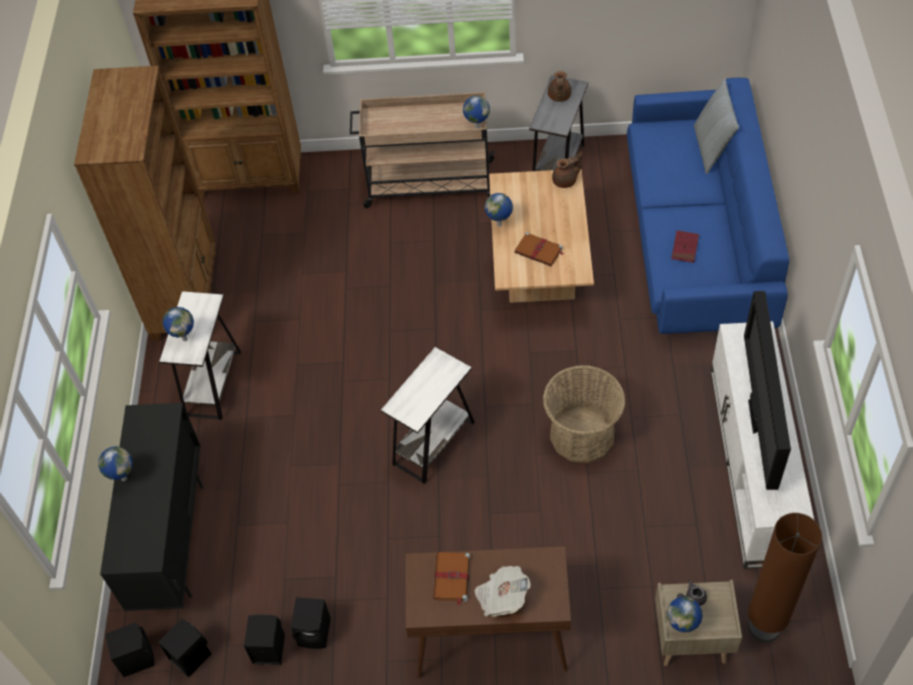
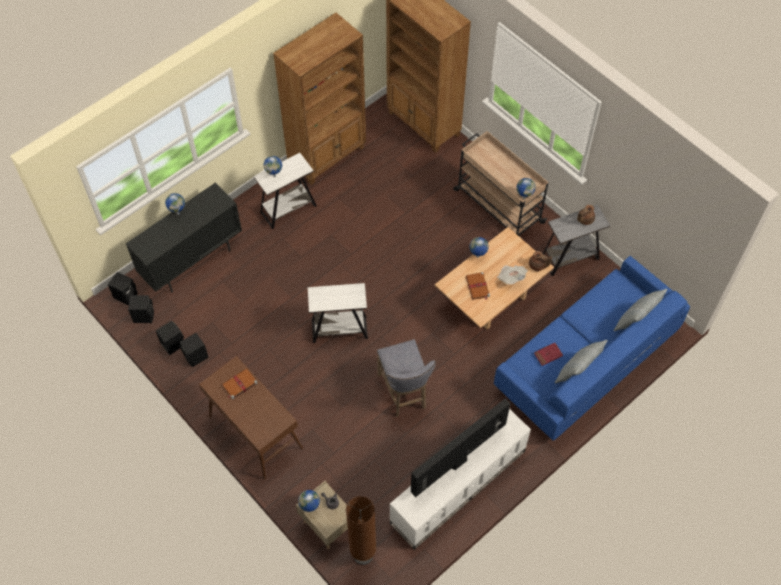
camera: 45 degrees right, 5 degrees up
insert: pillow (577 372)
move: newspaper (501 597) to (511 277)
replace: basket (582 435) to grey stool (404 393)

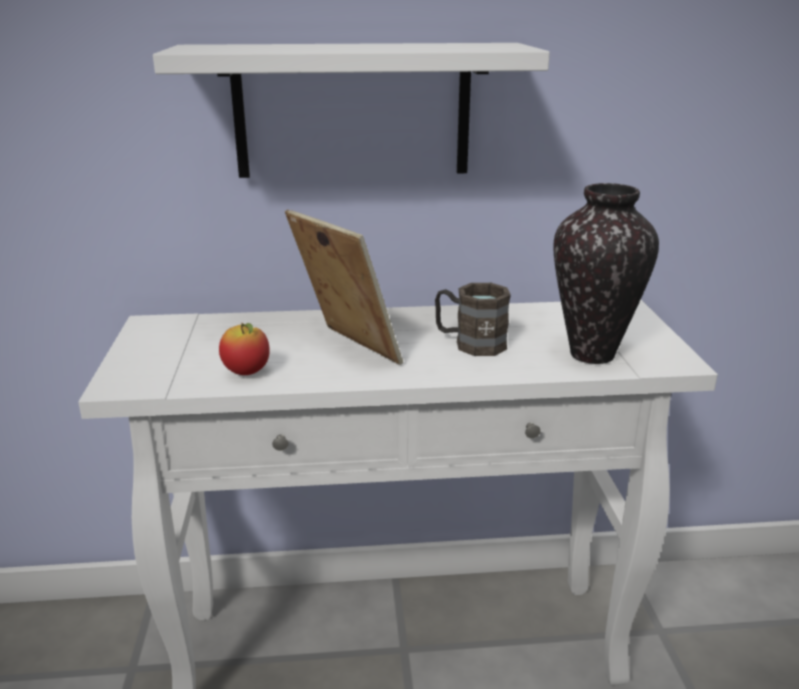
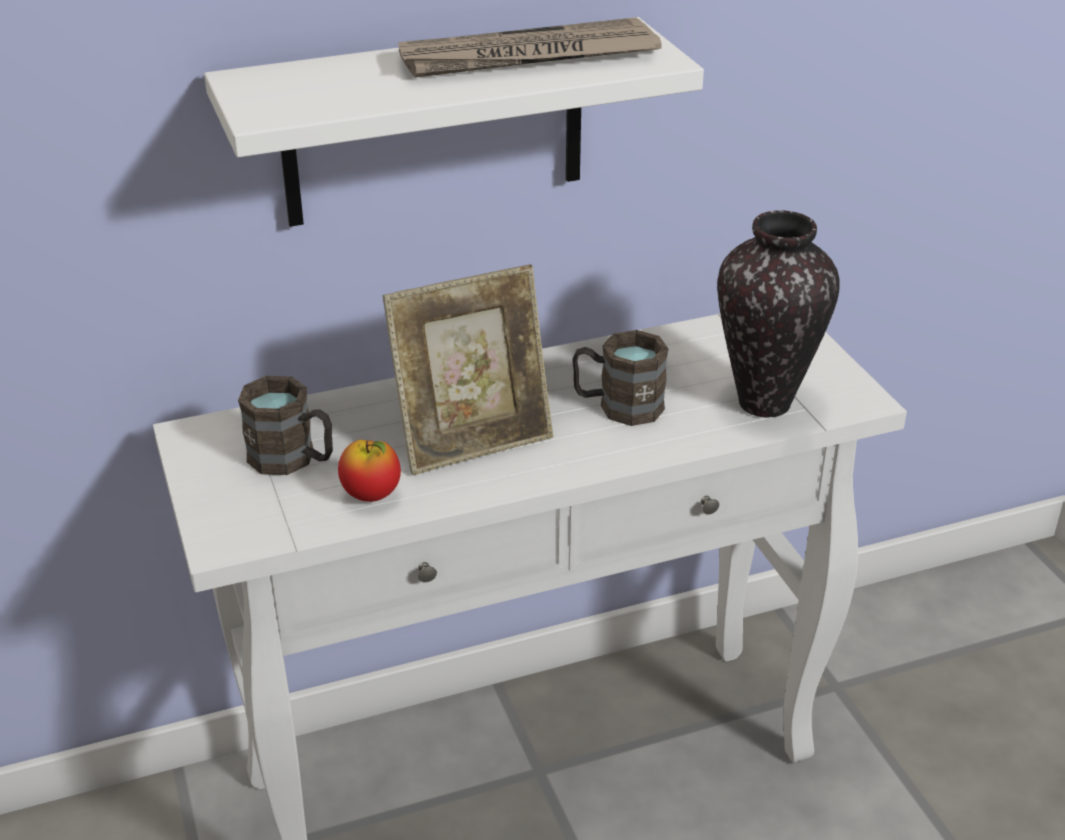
camera: 15 degrees left, 10 degrees up
insert: brown mug (293 459); newspaper (527 58)
rotate: picture frame (345 350) = (473 441) 120 degrees clockwise

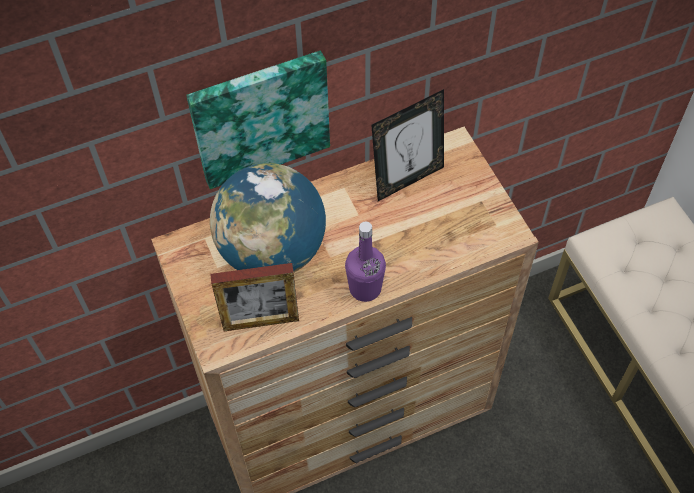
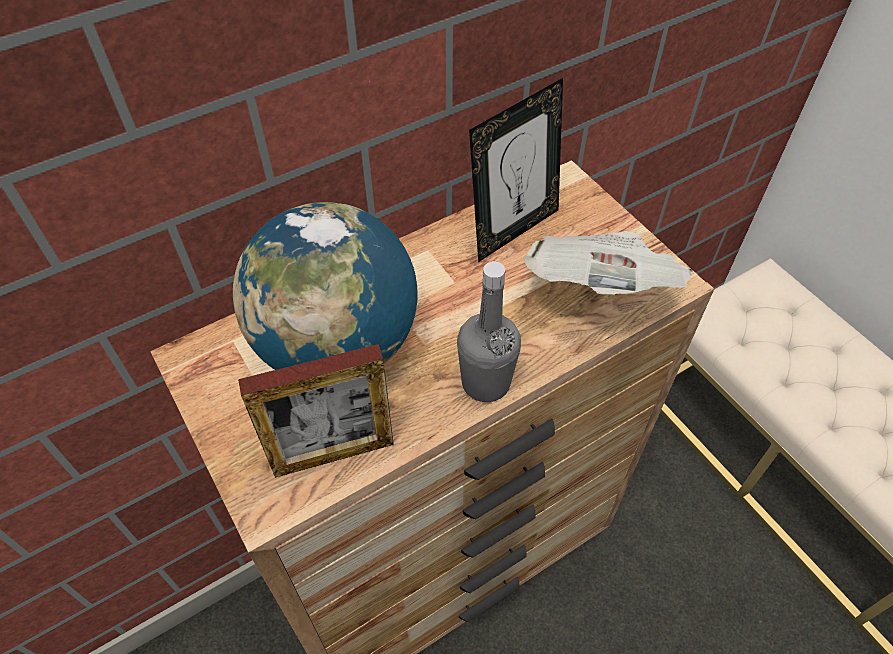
camera: 10 degrees left, 5 degrees down
delete: picture (260 117)
insert: newspaper (600 288)
recolor: purple bottle (365 288) to grey bottle (485 383)

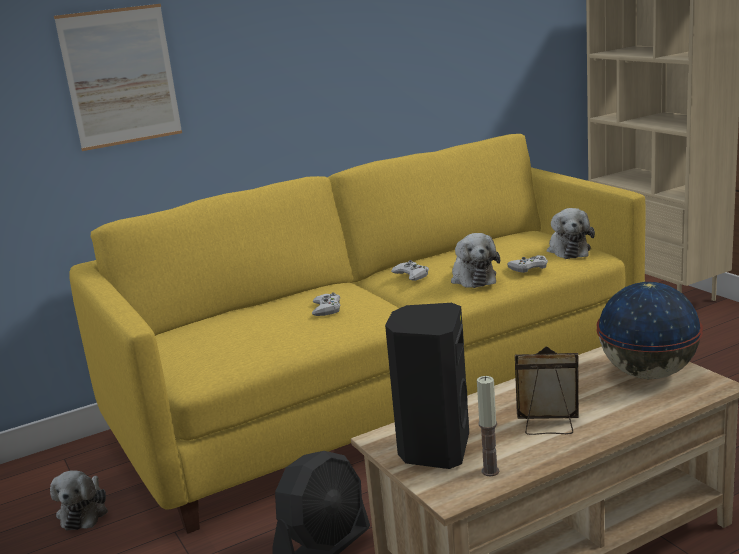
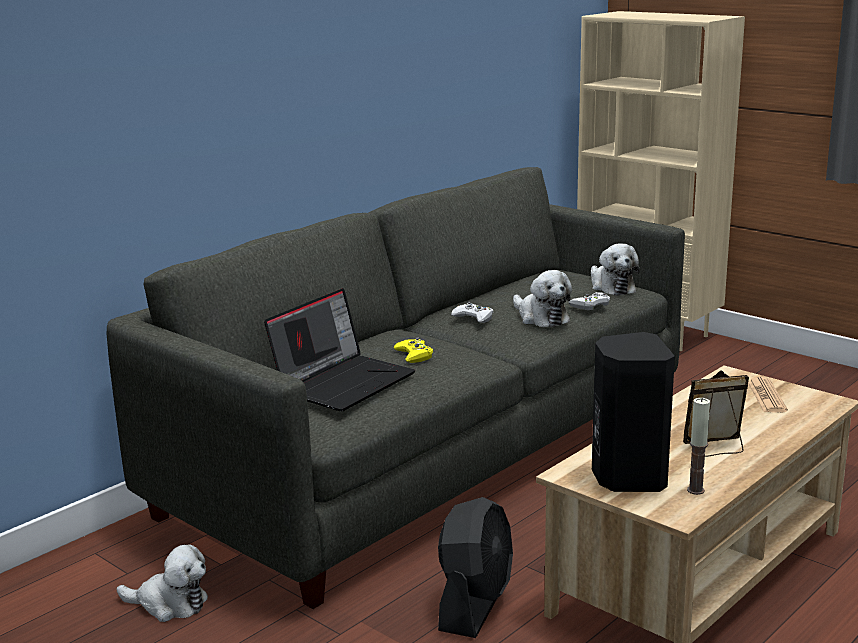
camera: 20 degrees left, 0 degrees up
delete: picture (120 77)
insert: laptop (343 382)
replace: globe (647 374) to newspaper (766 396)
recolor: yellow sofa (382 397) to grey sofa (432 454); white game controller (326 309) to yellow game controller (414 355)
rotate: plush toy (84 512) = (169 604) 60 degrees counterclockwise

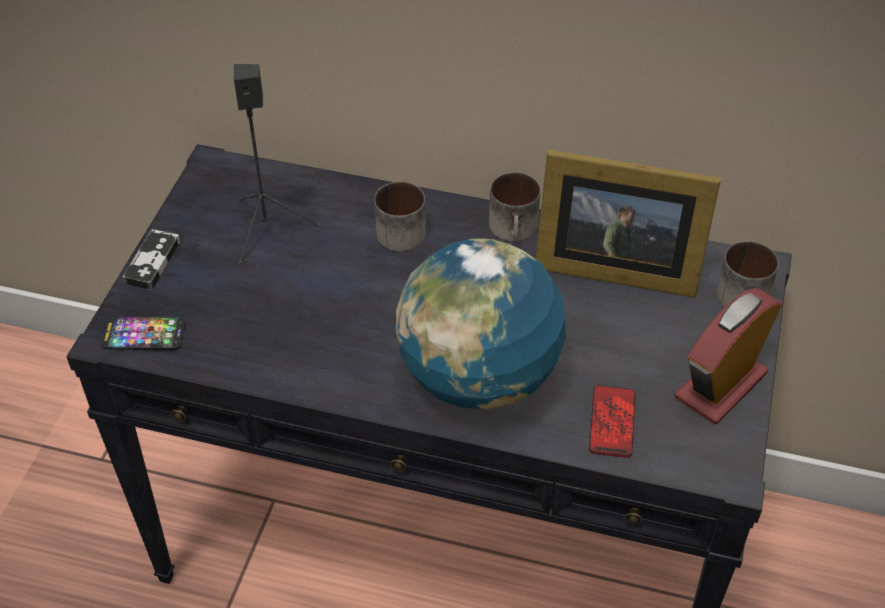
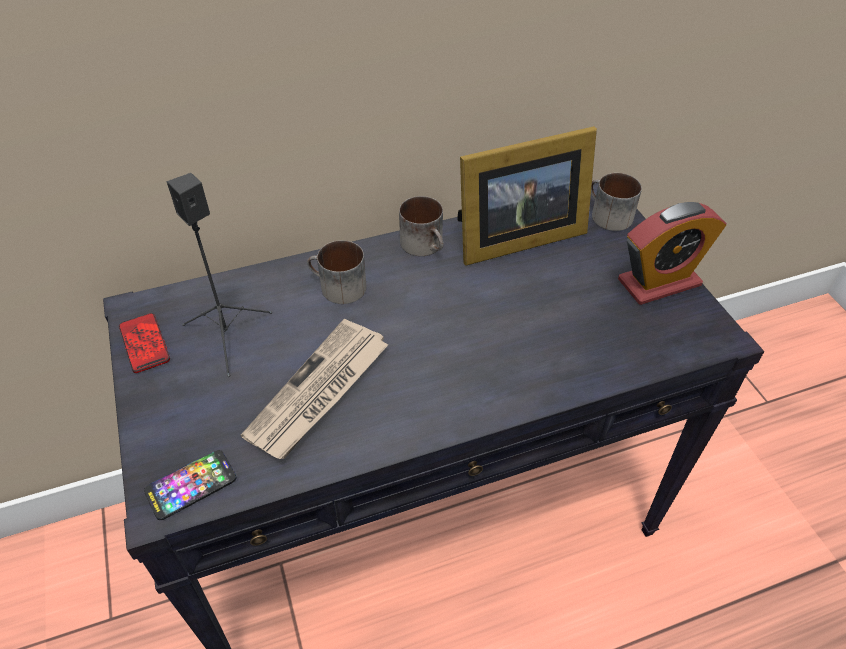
camera: 35 degrees left, 0 degrees up
delete: game controller (152 262); globe (478 378)
insert: newspaper (319 392)
move: phone (612 422) to (144 343)
rotate: alarm clock (720 386) = (659 282) 120 degrees counterclockwise

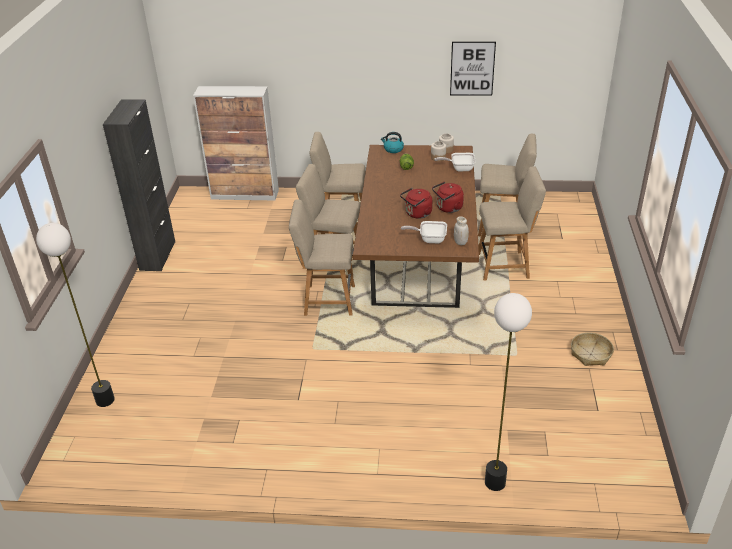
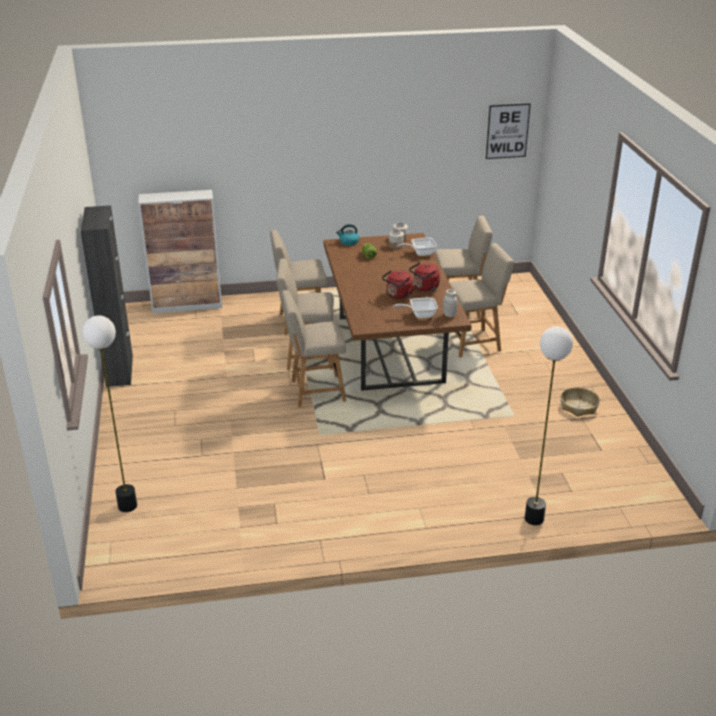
camera: 15 degrees left, 5 degrees down
move: picture (472 68) to (507 131)

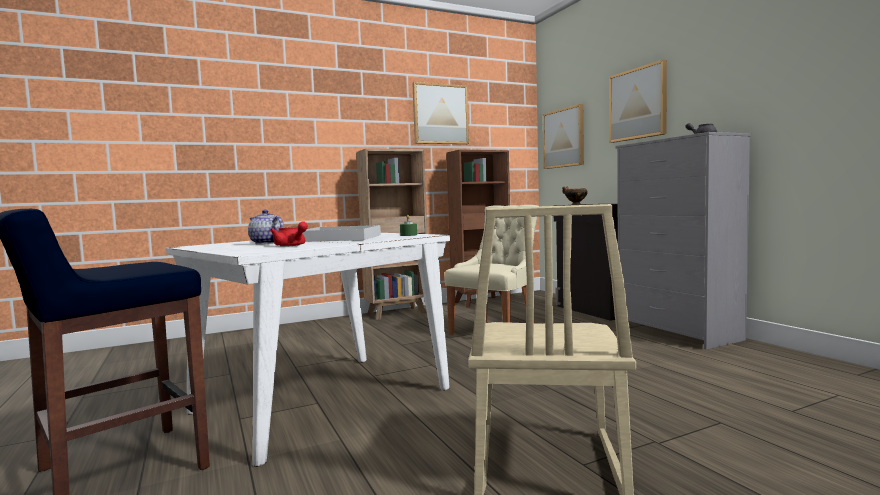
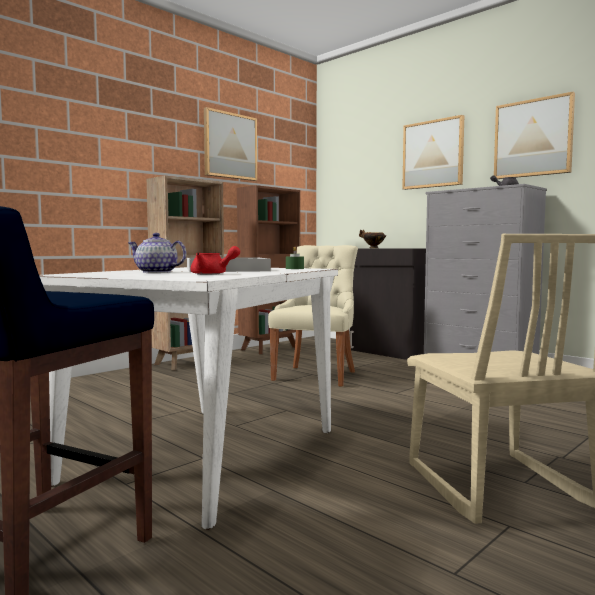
camera: 20 degrees left, 0 degrees up
move: picture (564 138) to (533 138)

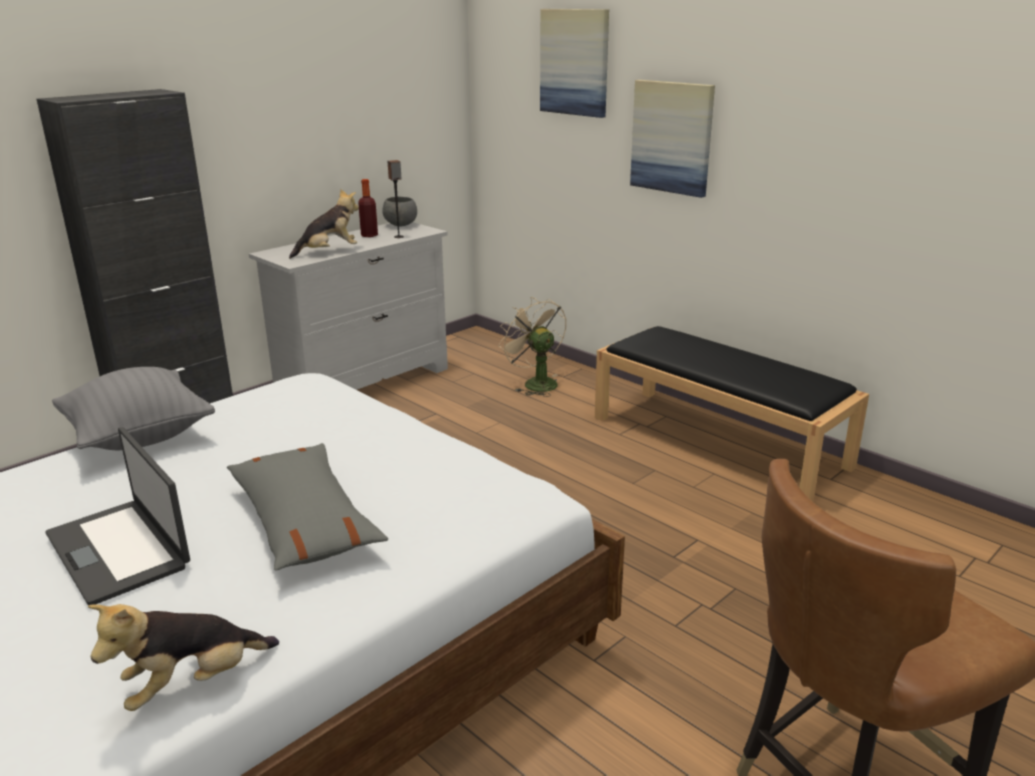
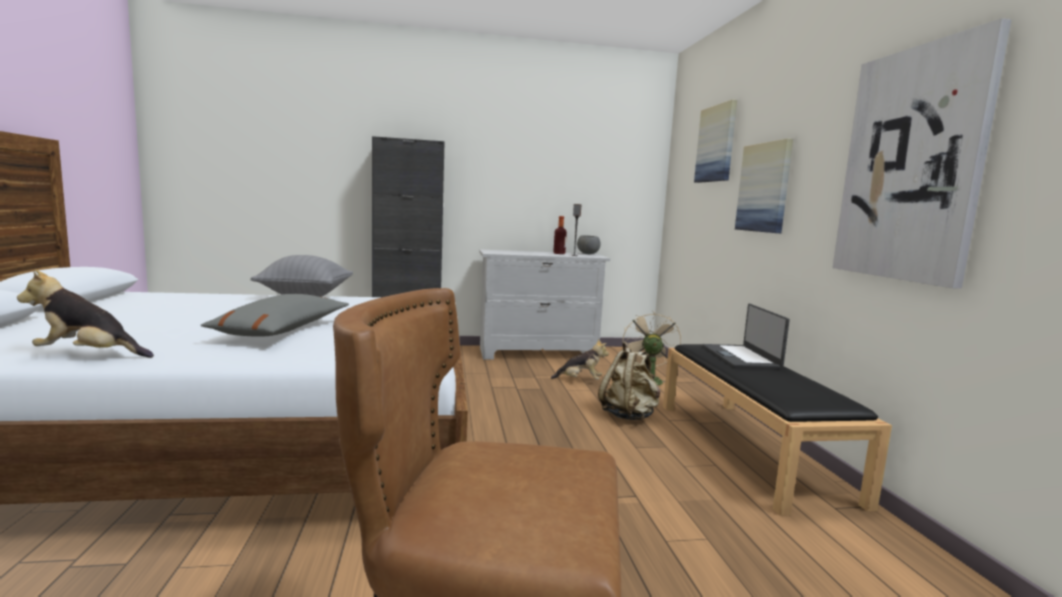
camera: 35 degrees right, 15 degrees down
insert: beige backpack (629 415); picture (911 165)
move: plush toy (329 252) to (580 381); laptop (119 550) to (741 357)

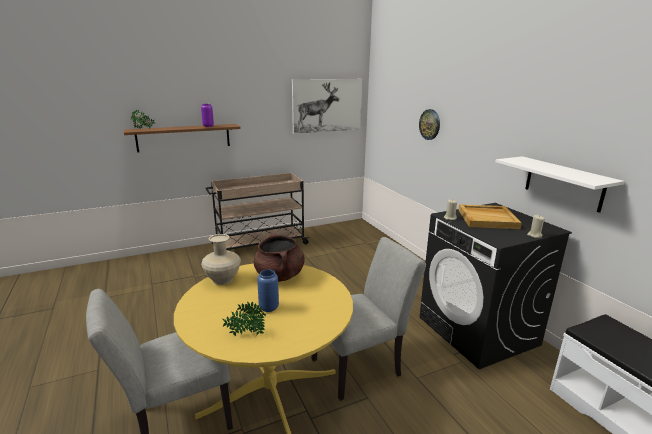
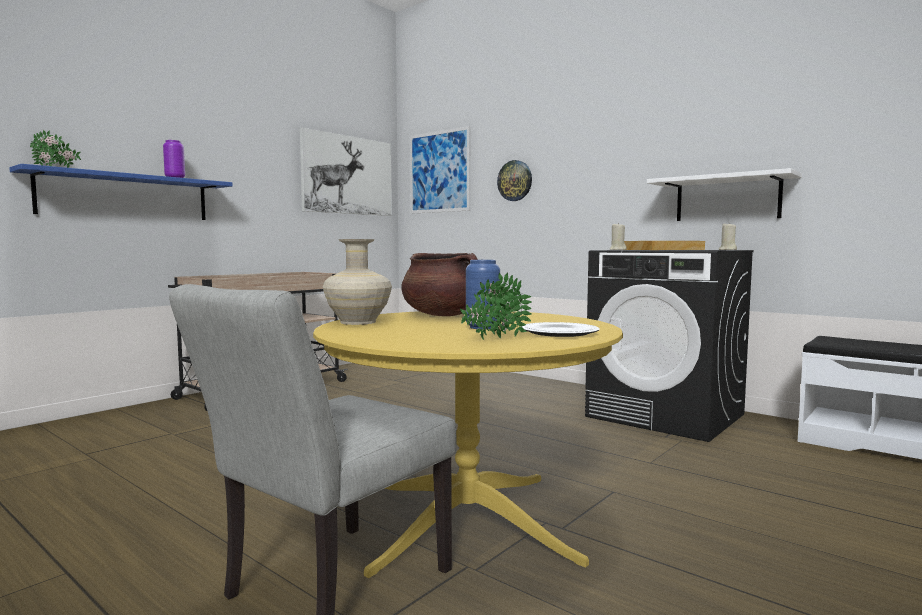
camera: 25 degrees left, 15 degrees down
delete: grey chair (362 365)
insert: picture (439 172); plate (560 332)
recolor: brown shelf (184 137) to blue shelf (126 197)

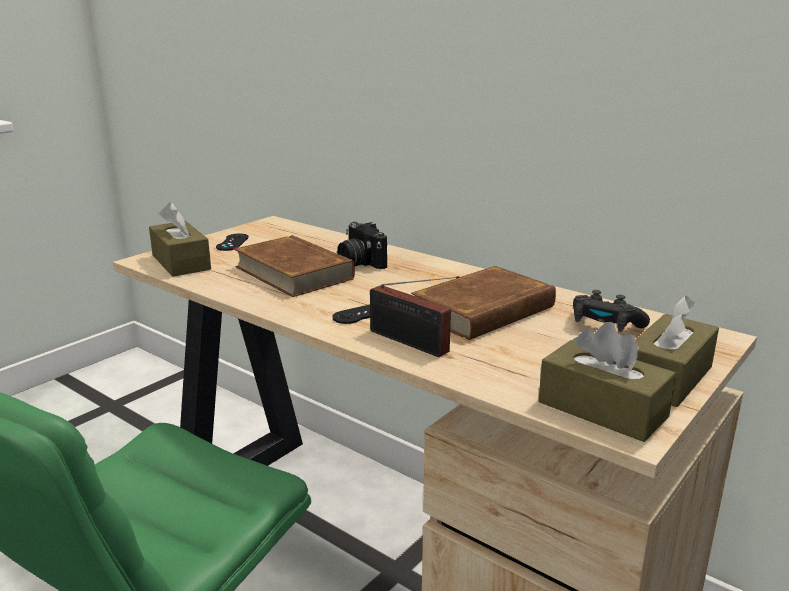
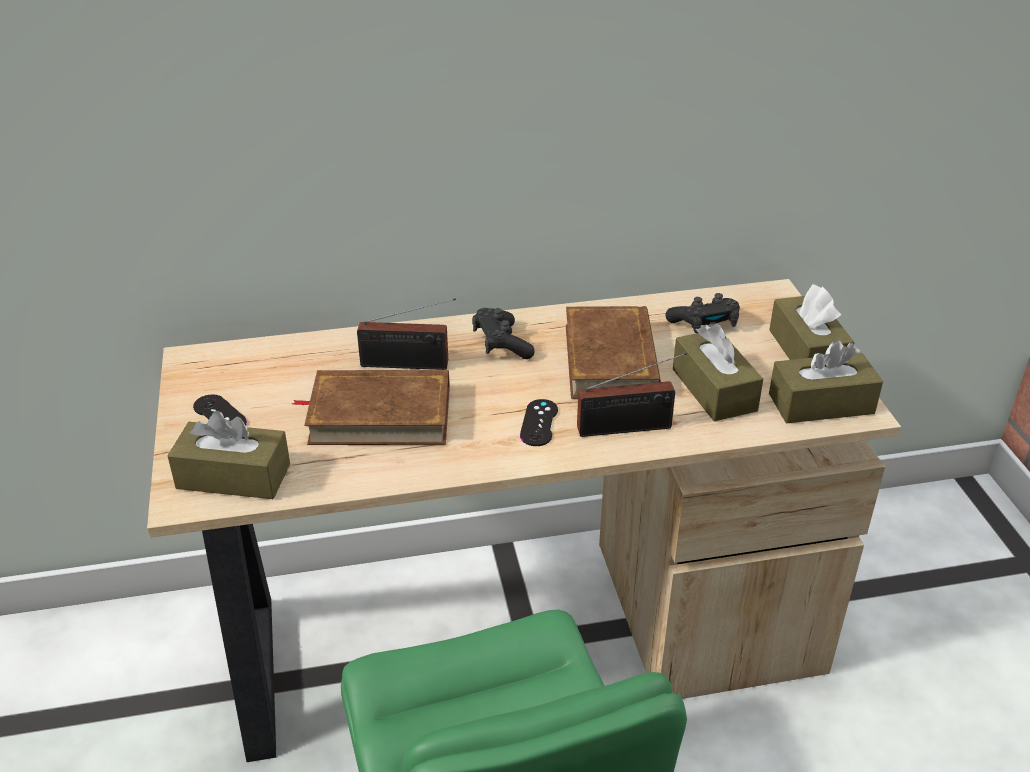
camera: 50 degrees left, 15 degrees up
insert: black game controller (501 344); brown tissue box (714 390)
replace: photo camera (359 263) to radio (409 365)

